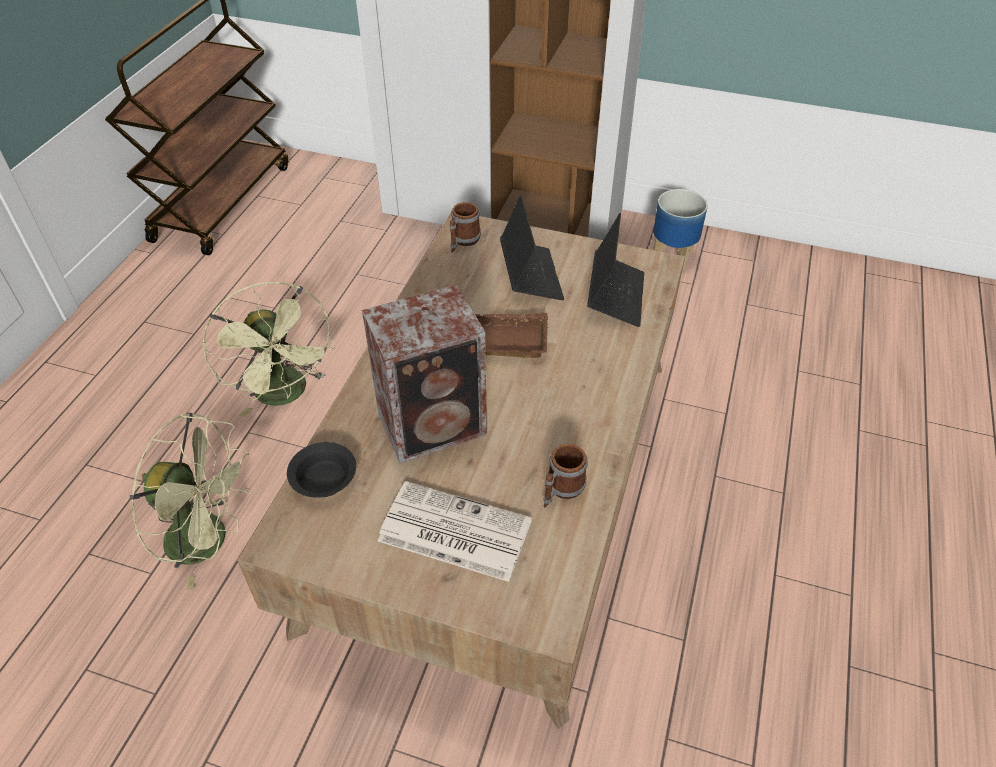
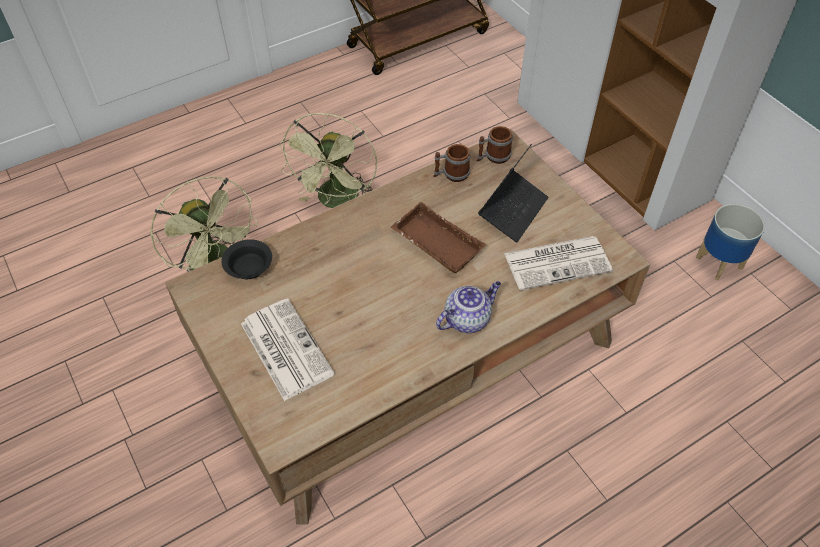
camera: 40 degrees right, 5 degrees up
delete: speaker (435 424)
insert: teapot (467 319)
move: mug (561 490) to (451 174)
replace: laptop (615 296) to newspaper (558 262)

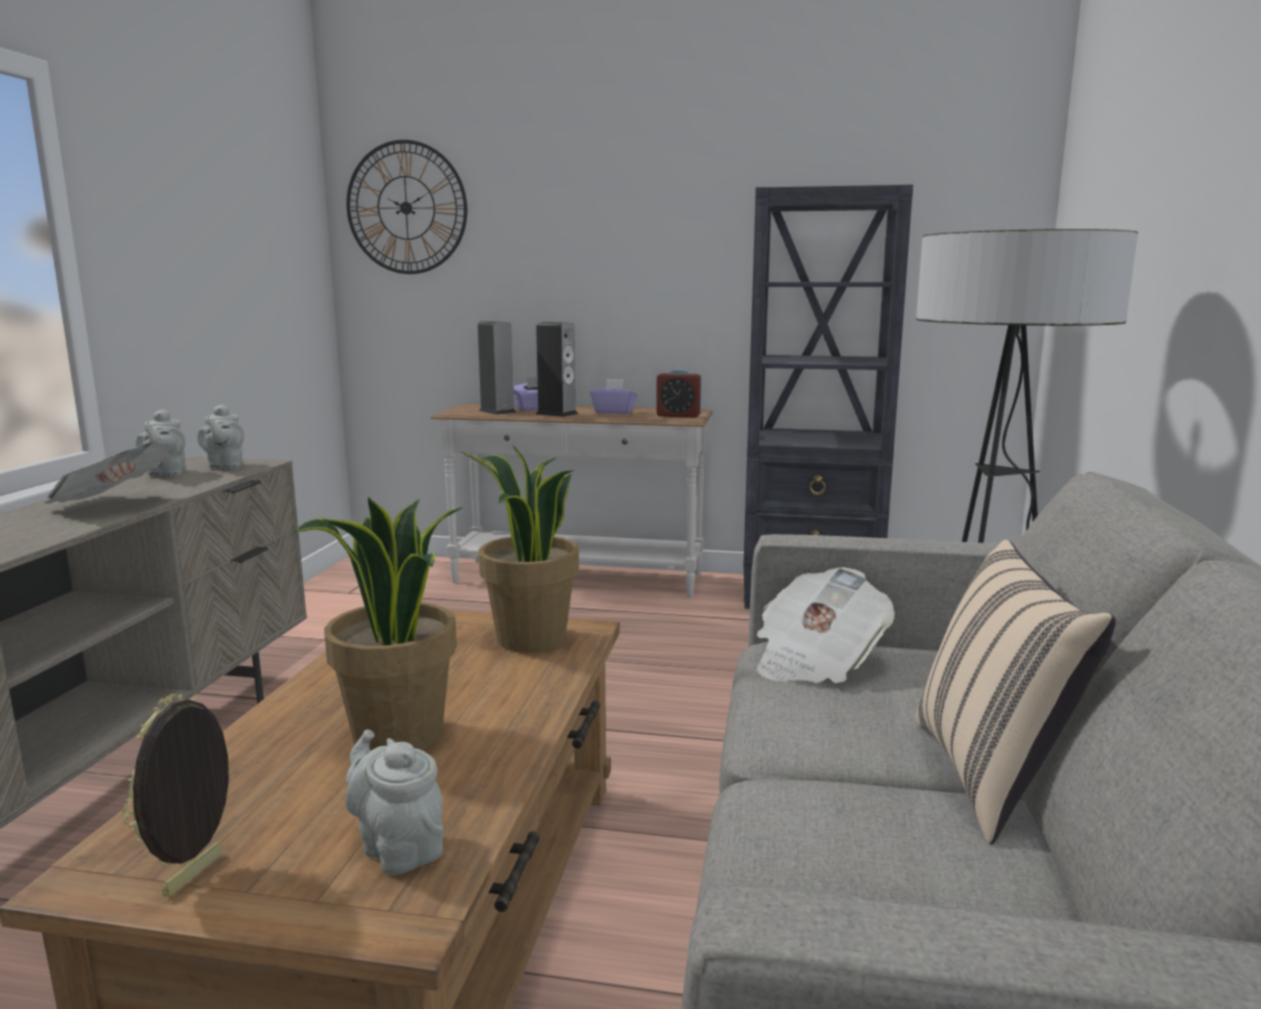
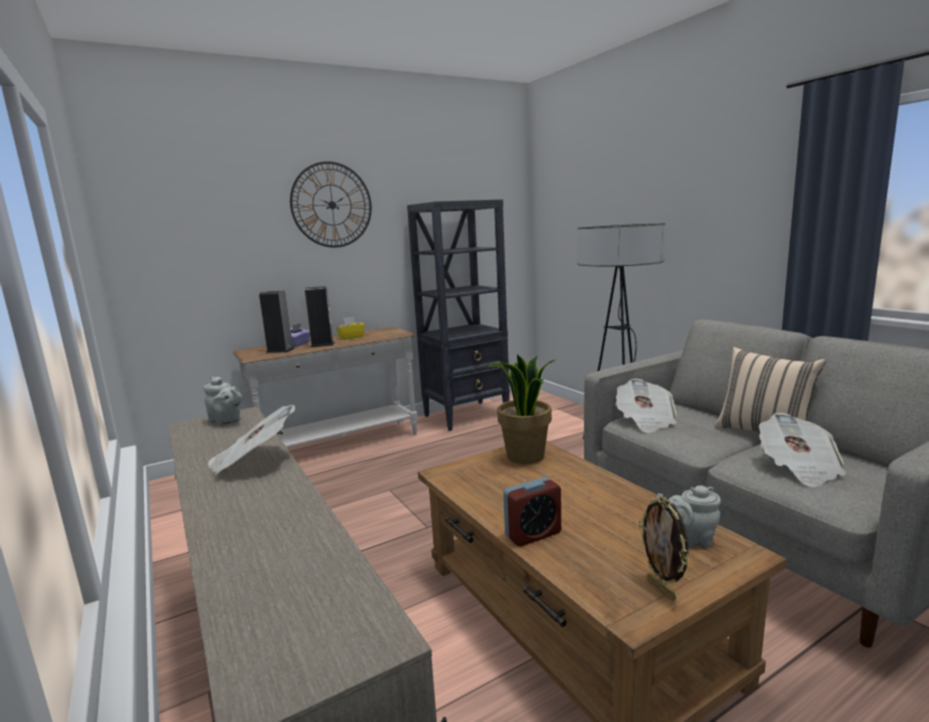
camera: 40 degrees left, 0 degrees up
delete: grey teapot (166 474); potted plant (398 736)
insert: newspaper (798 468)
move: wall clock (406 208) to (332 205); alarm clock (678 415) to (533 534)
recolor: purple tissue box (614 412) to yellow tissue box (351 337)

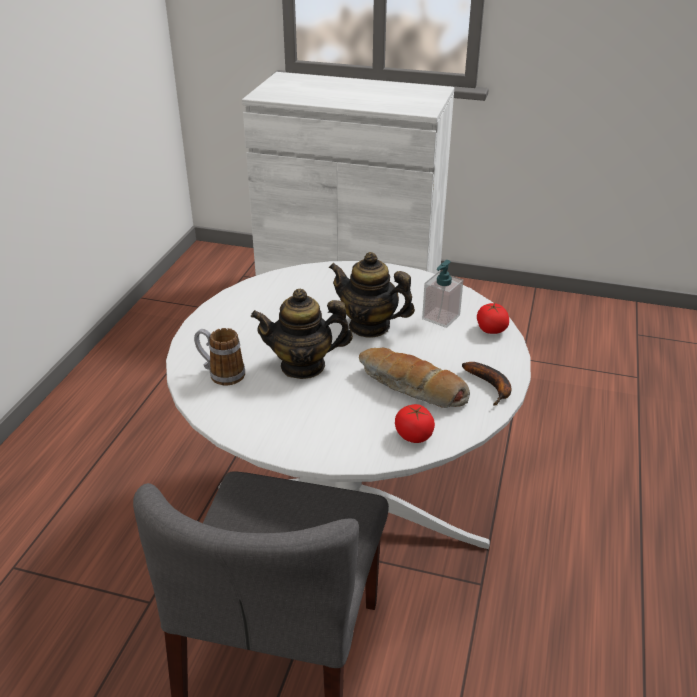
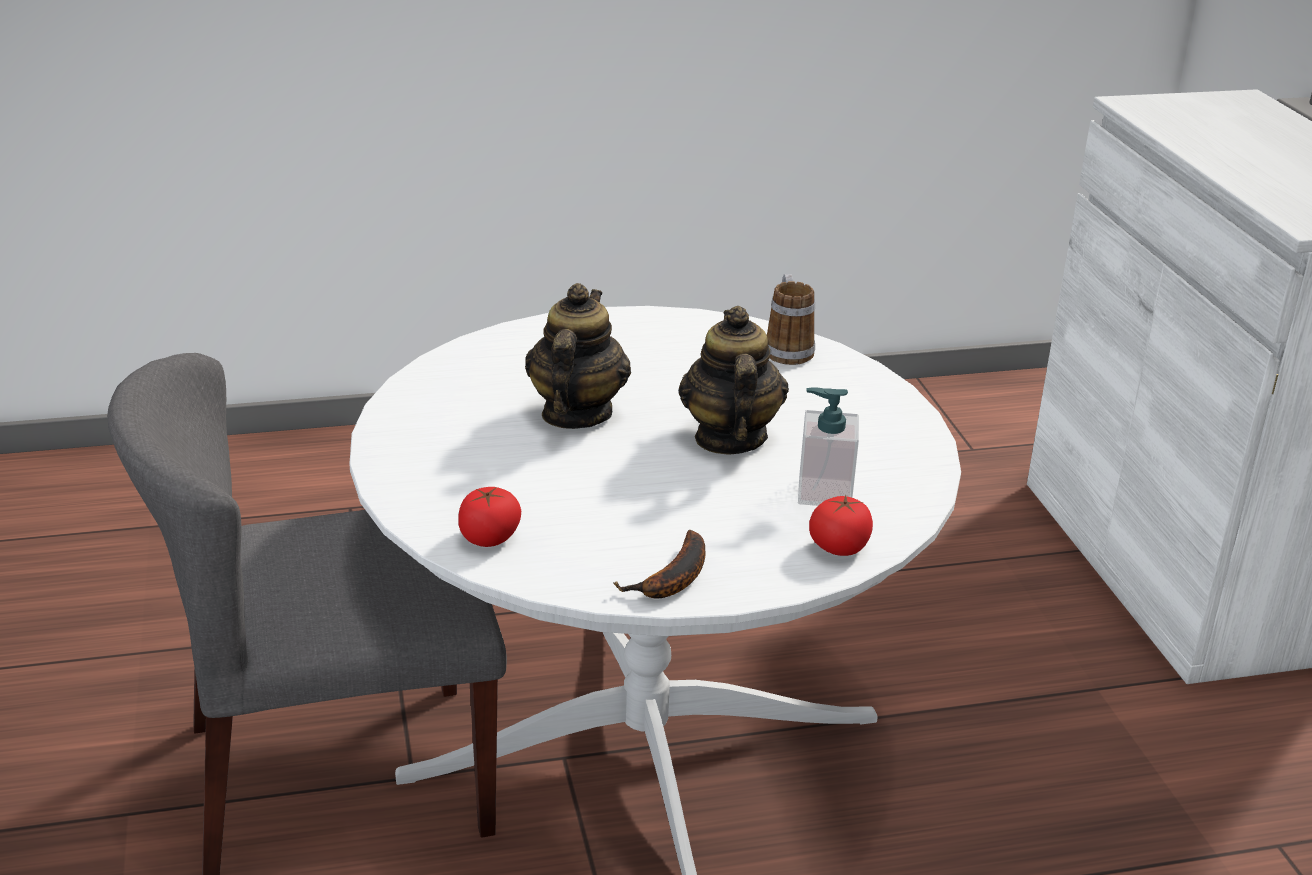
camera: 60 degrees right, 5 degrees down
delete: bread (411 388)
move: mug (221 374) to (787 349)
rotate: teapot (303 366) = (576 414) 45 degrees clockwise

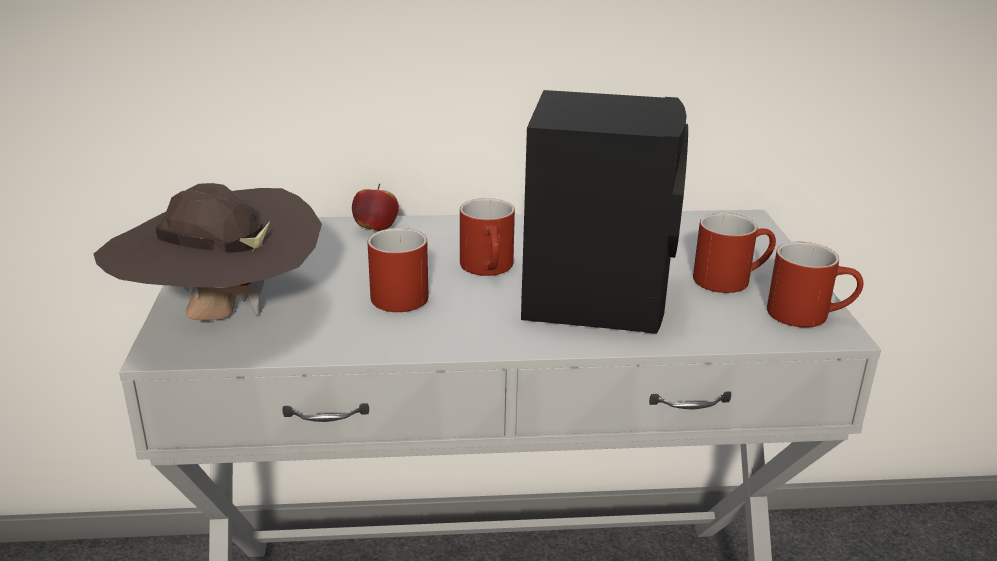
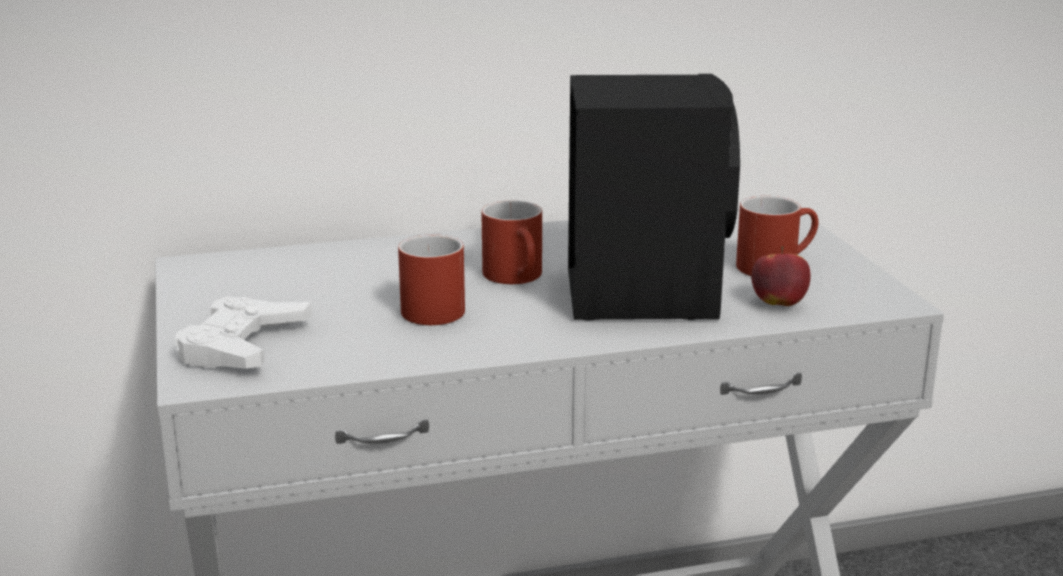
camera: 10 degrees left, 5 degrees down
delete: red mug (809 314)
move: apple (376 229) to (778 304)
replace: brown hat (221 316) to white game controller (242 345)

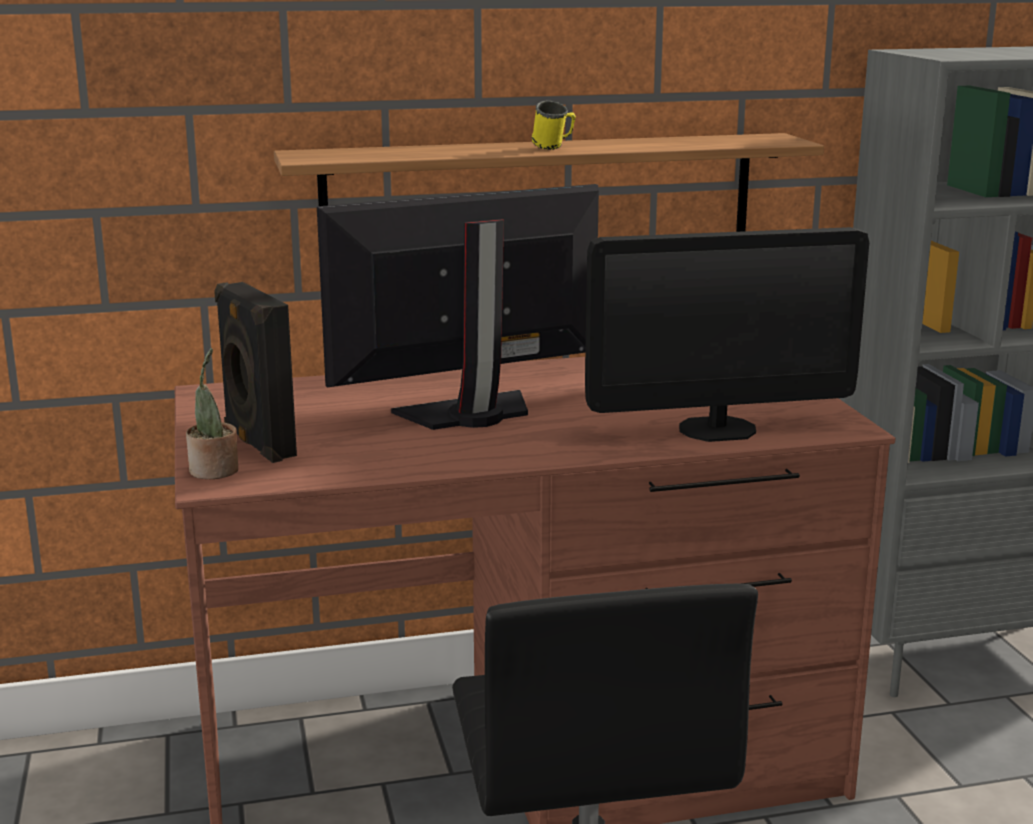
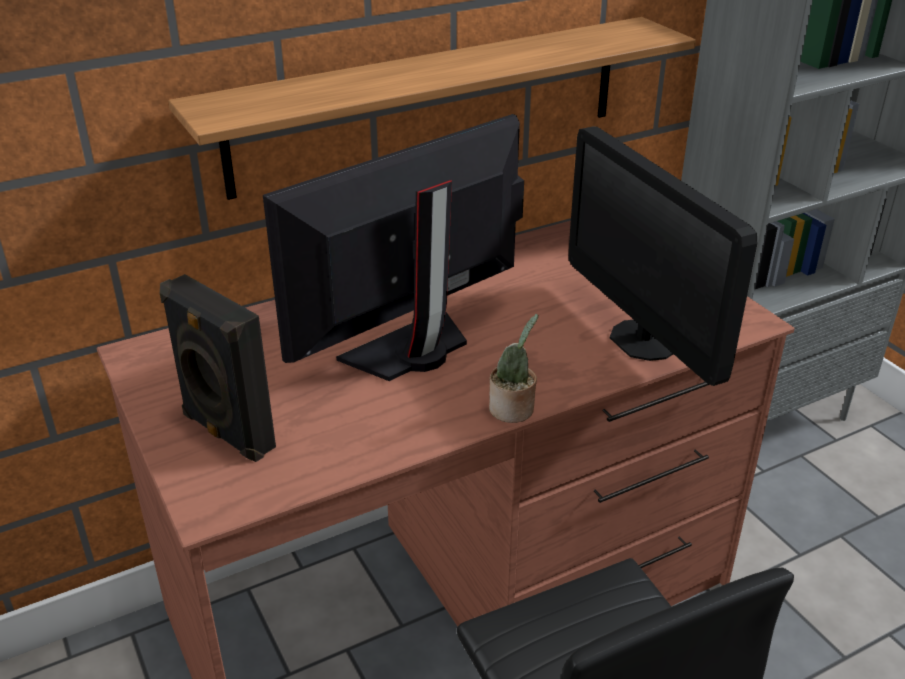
camera: 15 degrees left, 15 degrees up
delete: yellow mug (554 148)
move: potted plant (214 471) to (513 410)
rotate: monitor (717 429) = (644 340) 90 degrees clockwise

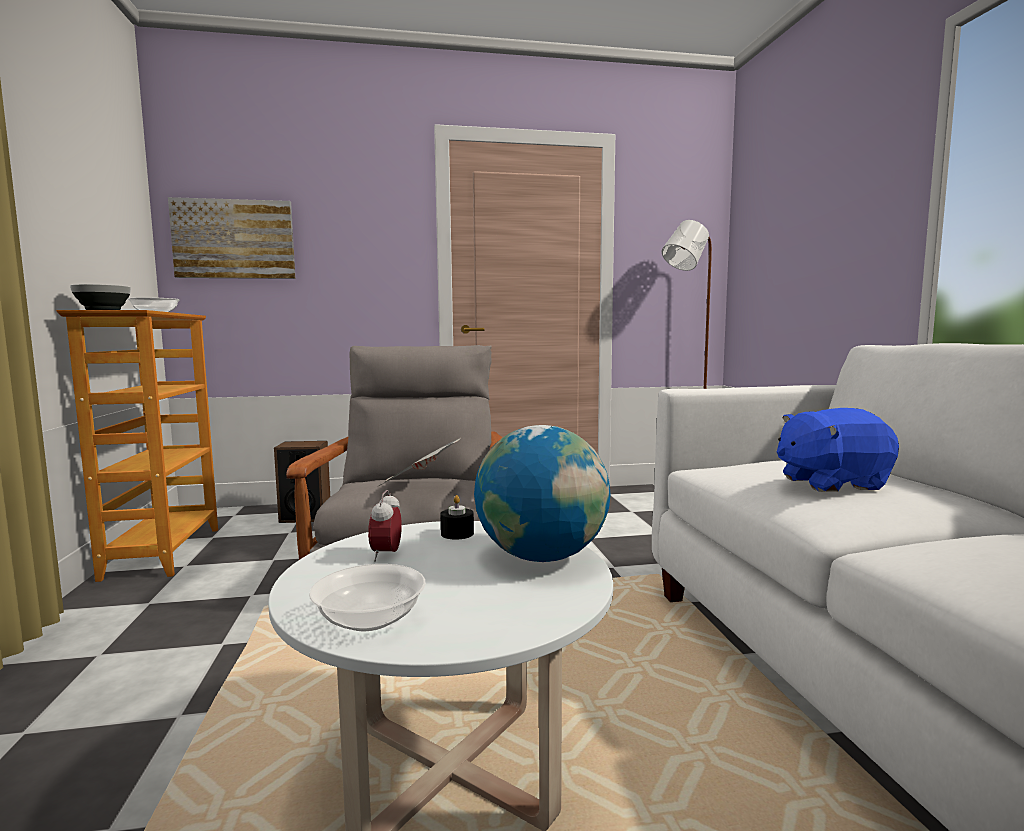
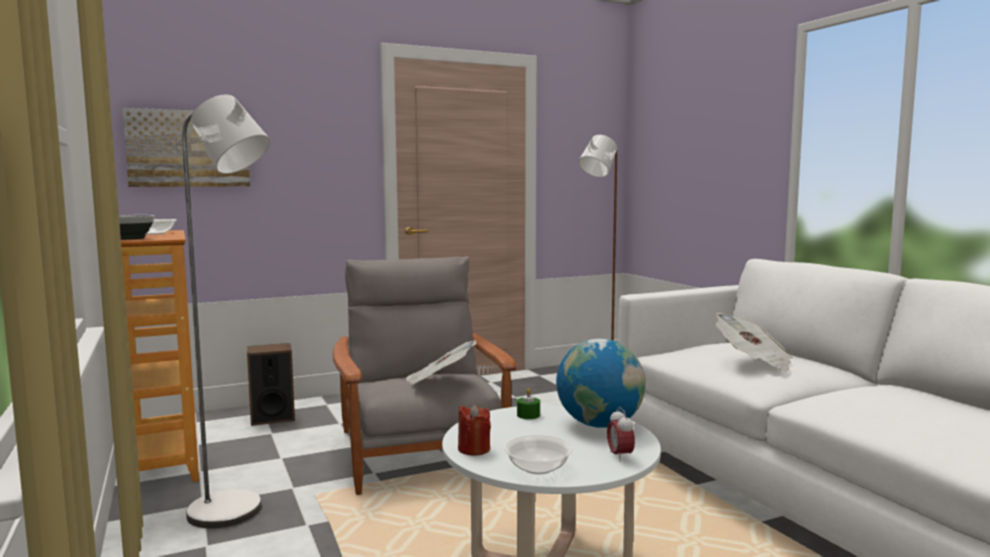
camera: 15 degrees left, 0 degrees up
insert: grey floor lamp (236 513); red candle (474 449)
move: alarm clock (386 555) to (620 456)
replace: blue plush toy (830 483) to newspaper (754 362)
recolor: black candle (457 533) to green candle (528 415)

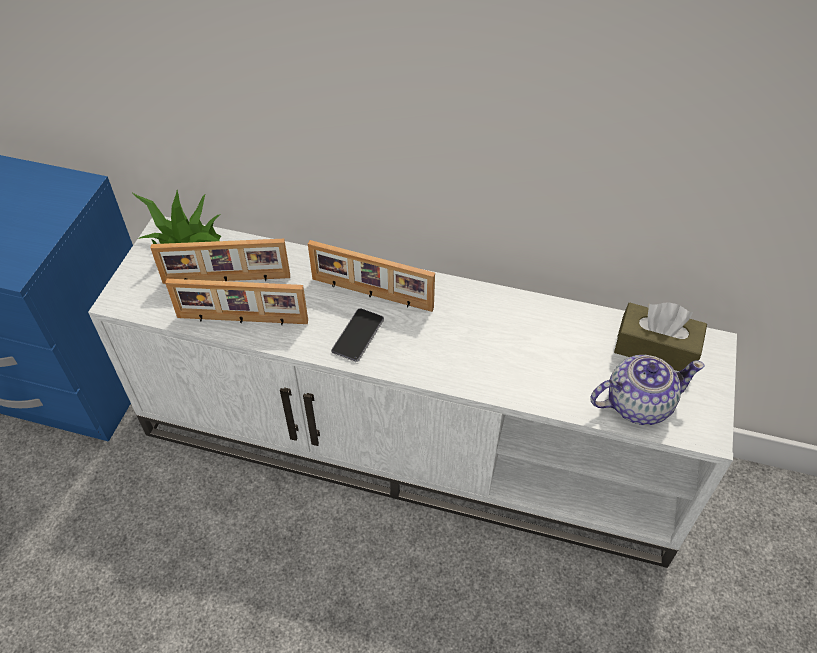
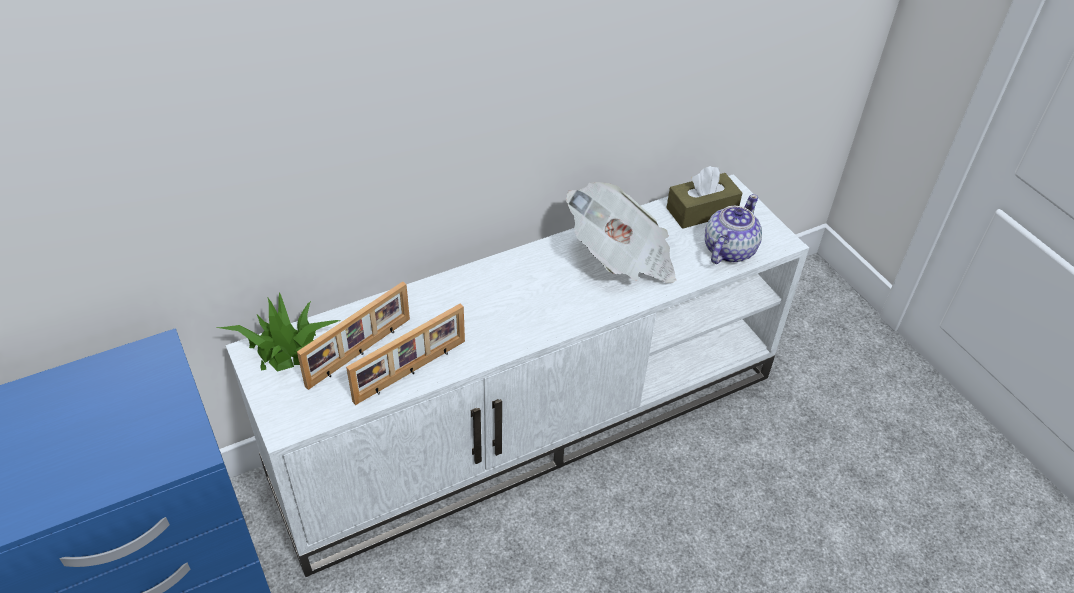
camera: 45 degrees left, 5 degrees down
delete: picture frame (371 295); phone (358 335)
insert: newspaper (621 257)

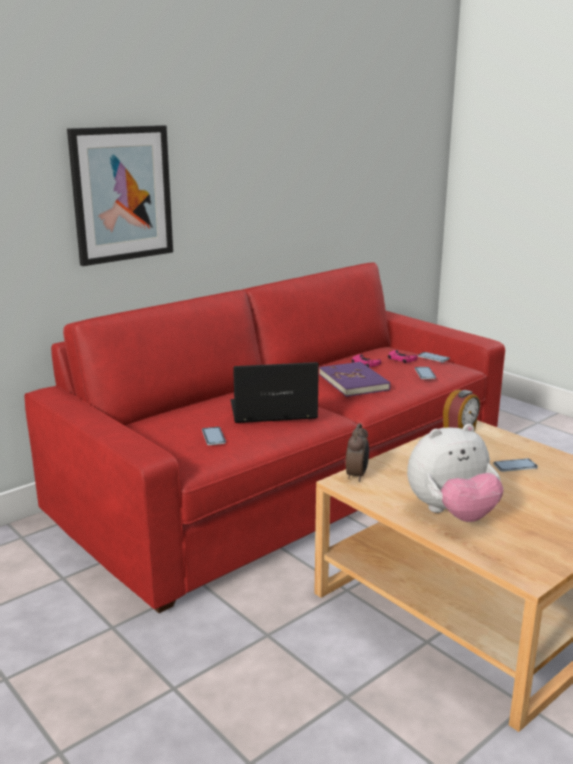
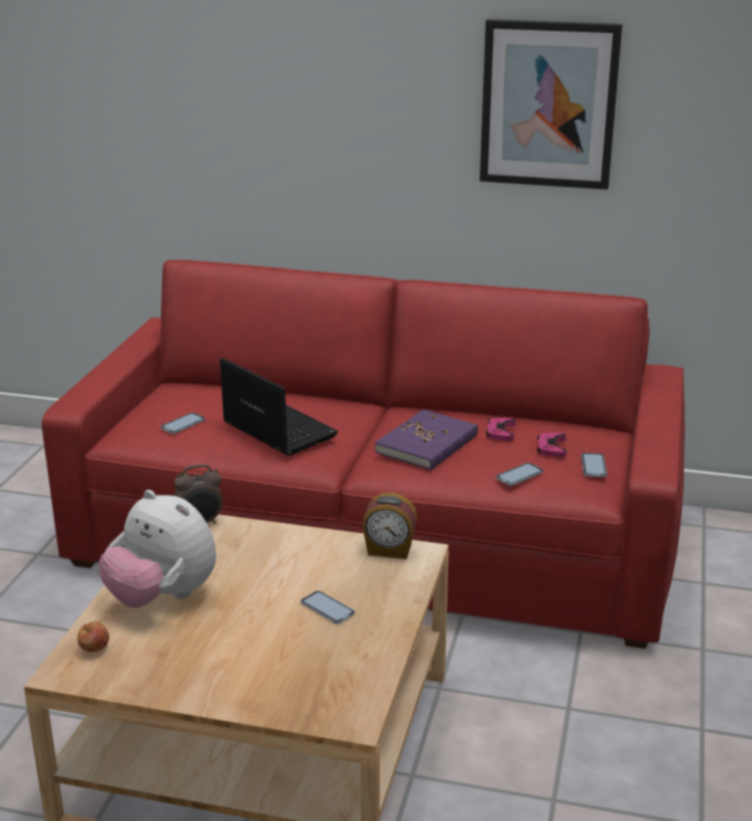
camera: 55 degrees right, 5 degrees up
insert: apple (94 650)
move: picture (122 194) to (548 104)

